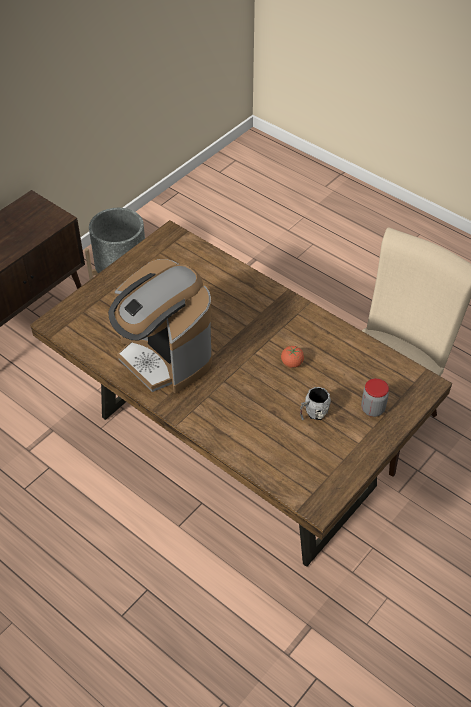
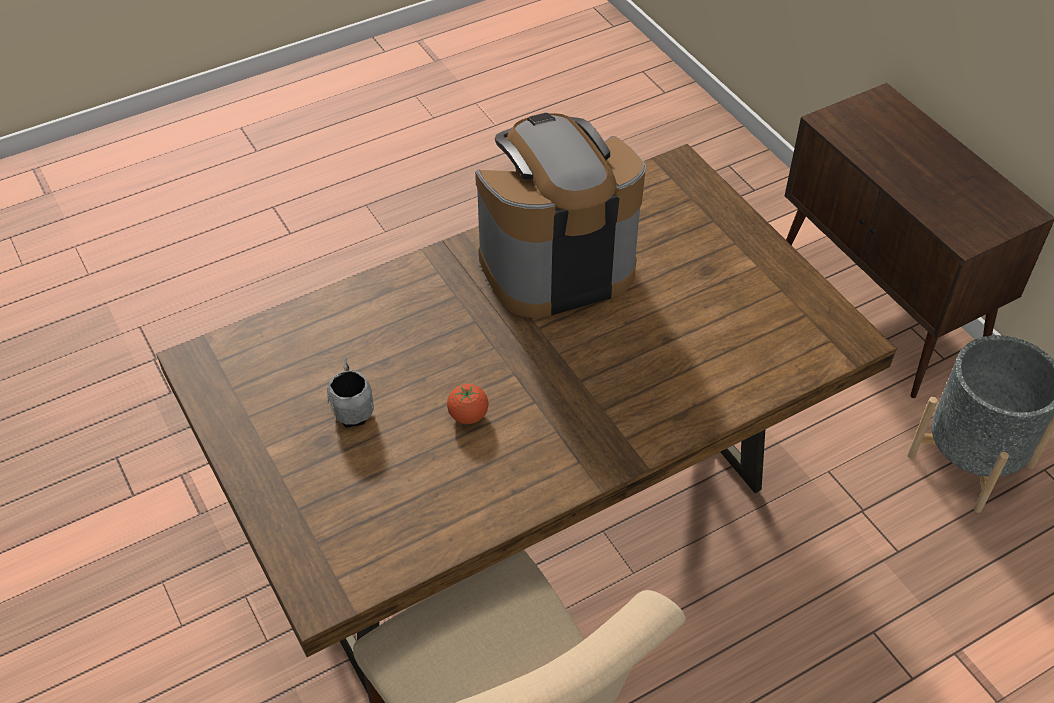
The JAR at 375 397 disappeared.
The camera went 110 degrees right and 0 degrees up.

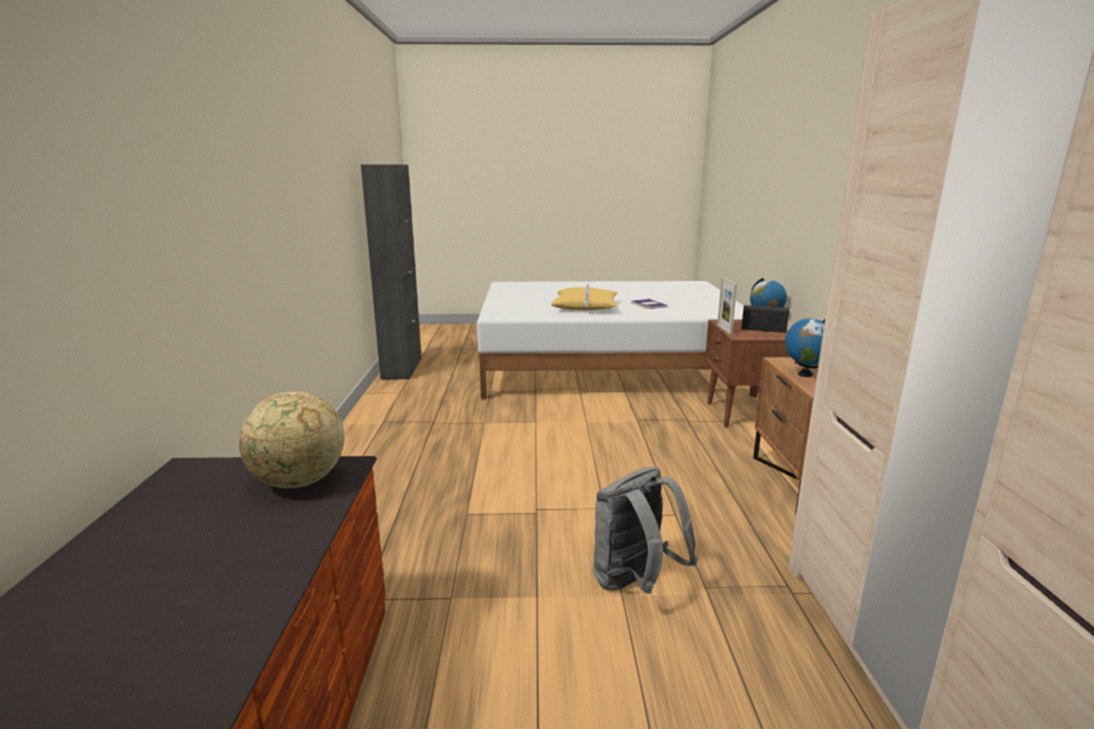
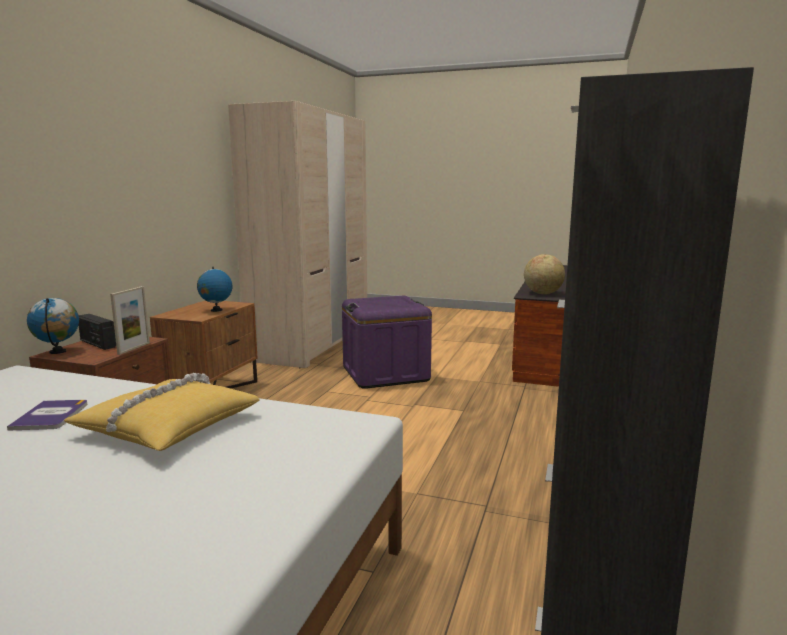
The GREY BACKPACK at 645 530 was replaced by the PURPLE STORAGE BOX at 387 342.
The camera went 160 degrees left and 5 degrees down.

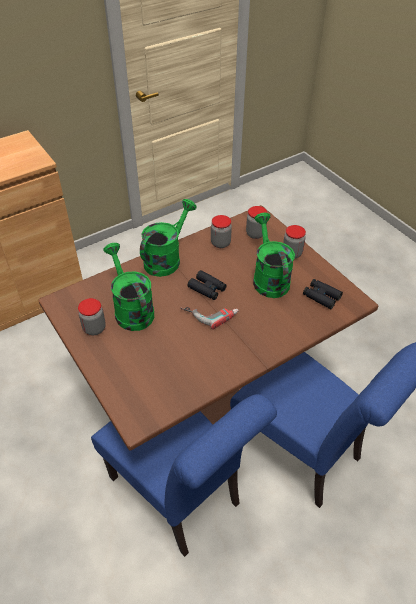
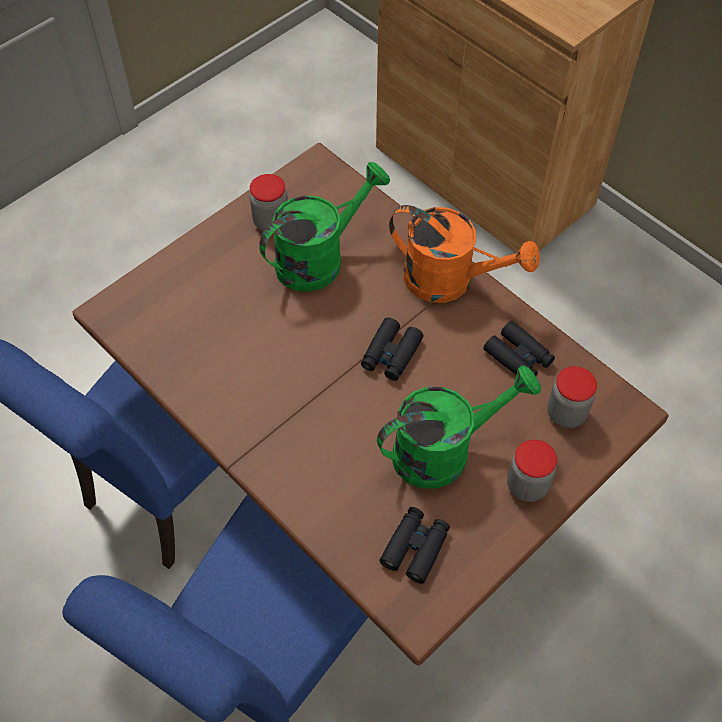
The GREEN WATERING CAN at 168 238 became the ORANGE WATERING CAN at 464 254.
The JAR at 221 231 was replaced by the BLACK BINOCULARS at 519 348.
The POWER DRILL at 209 318 disappeared.
The camera went 80 degrees right and 10 degrees up.

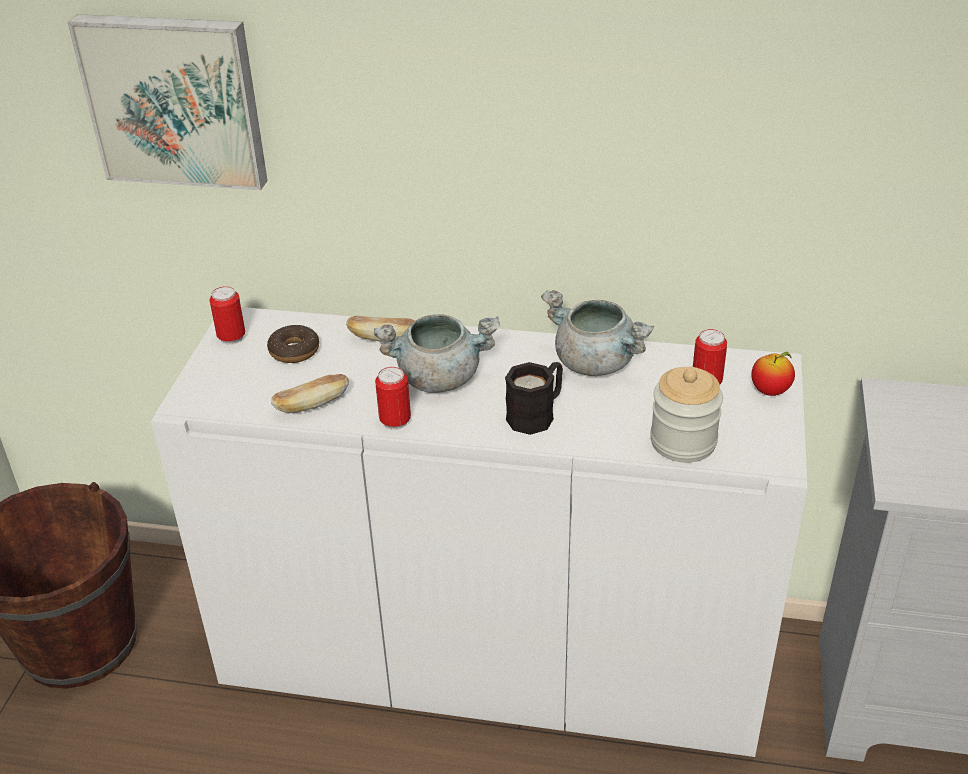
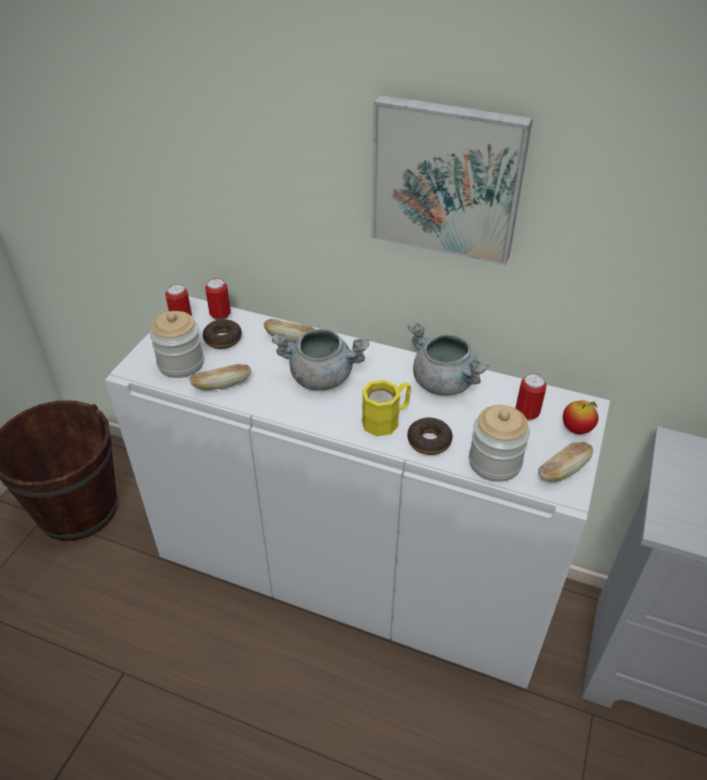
The JAR at 177 344 appeared.
The CAN moved from 393 398 to 218 299.
The BLACK MUG at 534 398 became the YELLOW MUG at 386 408.
The PICTURE moved from 168 102 to 452 180.
The DONUT at 430 436 appeared.
The BREAD at 565 462 appeared.
The camera went 10 degrees right and 5 degrees up.

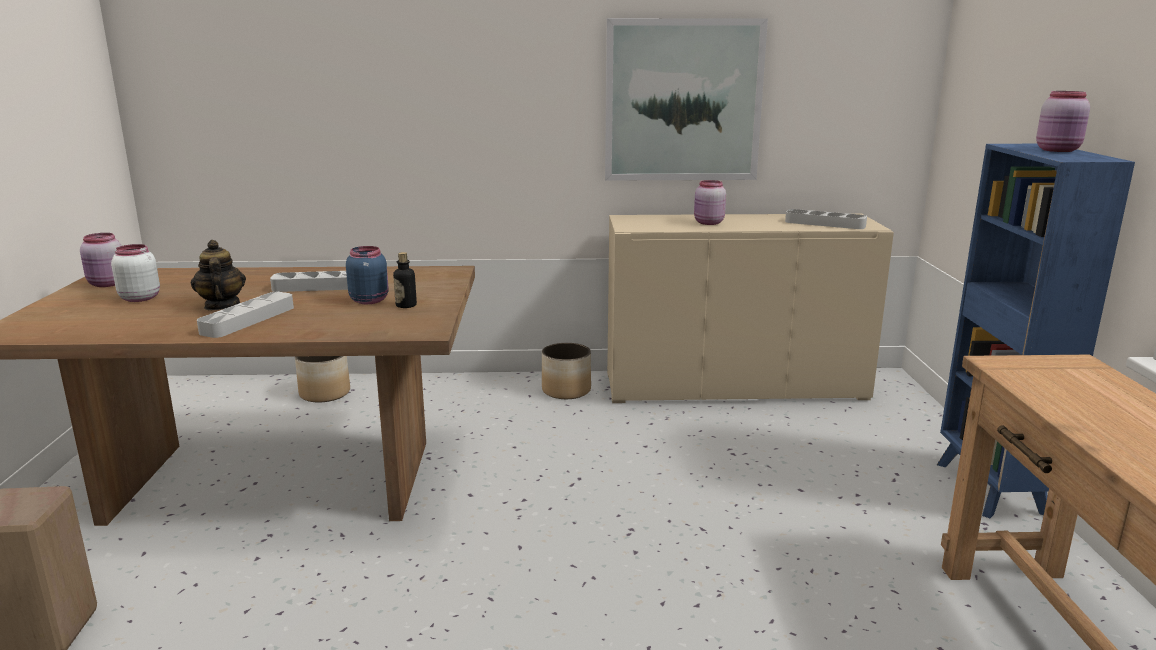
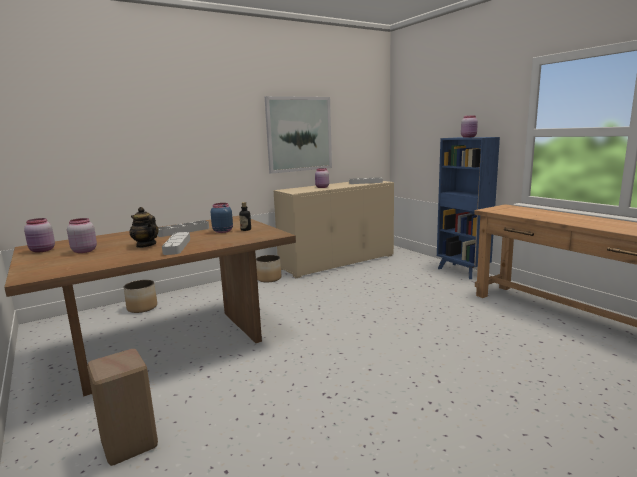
The WHITE JAR at 135 273 became the PINK JAR at 82 235.
The camera went 30 degrees left and 5 degrees down.

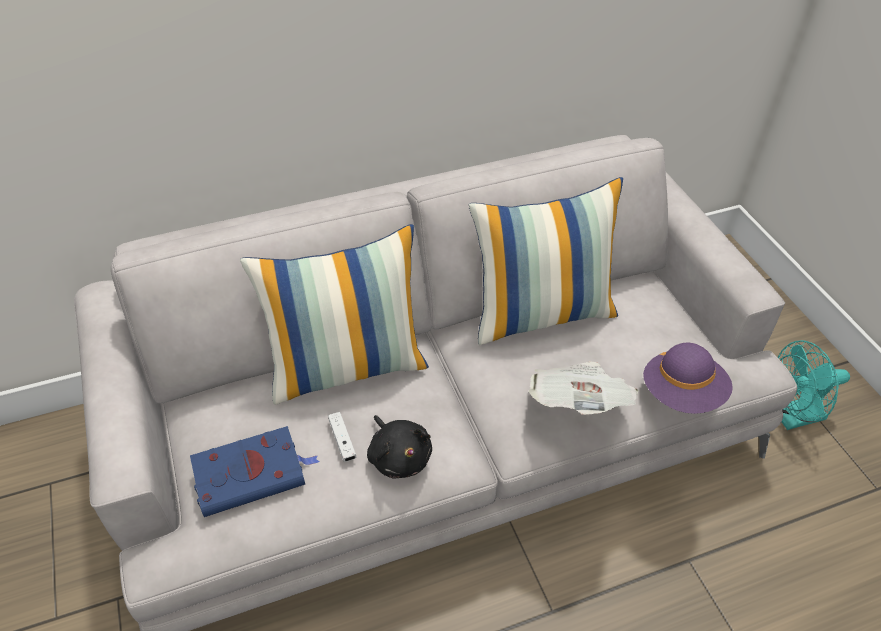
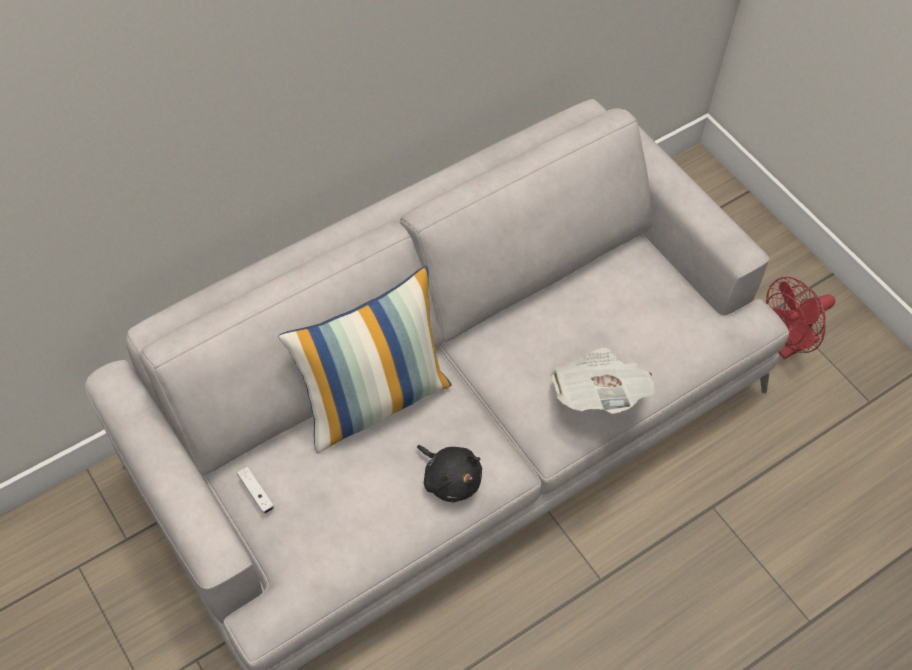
The WHITE GAME CONTROLLER moved from 342 437 to 255 490.
The TURQUOISE FAN at 814 385 became the RED FAN at 801 318.
The BLUE BOOK at 254 471 disappeared.
The PILLOW at 546 261 disappeared.
The PURPLE HAT at 688 378 disappeared.
The camera went 15 degrees left and 10 degrees up.

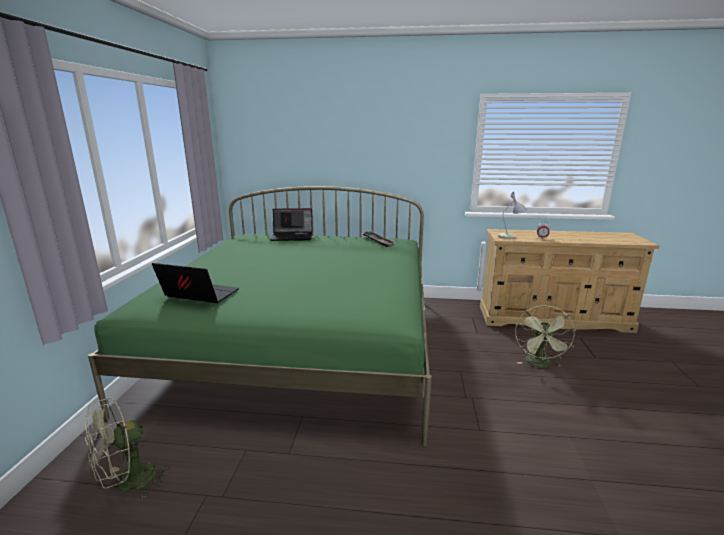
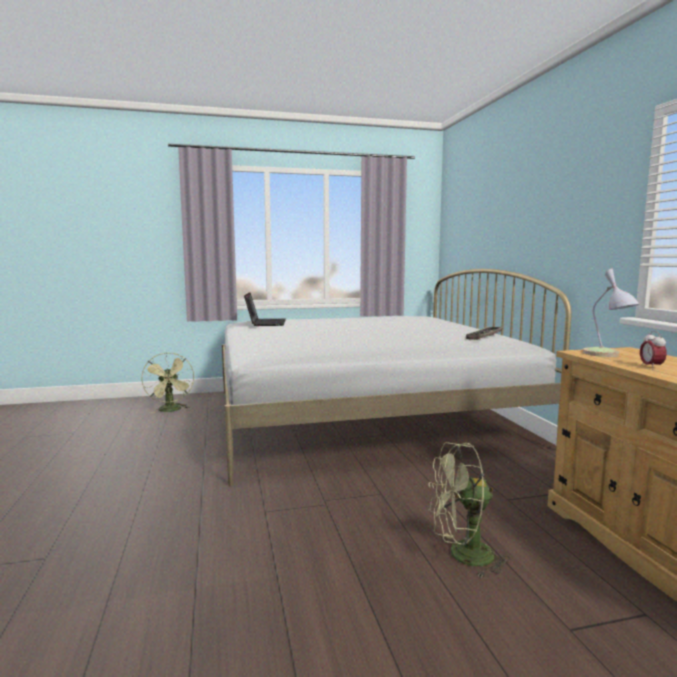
The GREEN FAN at 127 447 turned 135 degrees counterclockwise.
The GREEN BED at 260 316 became the WHITE BED at 396 377.
The LAPTOP at 291 224 disappeared.
The camera went 70 degrees right and 10 degrees down.

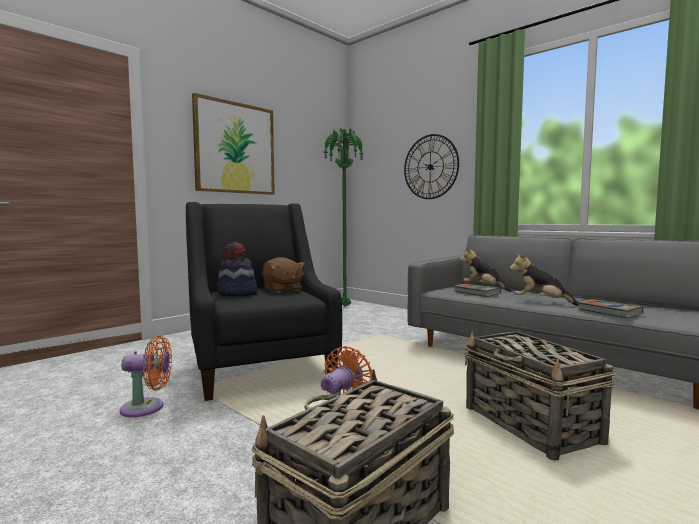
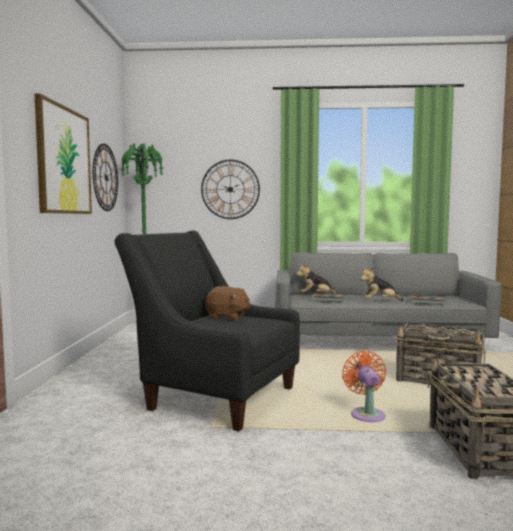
The WALL CLOCK at 105 177 appeared.
The ORANGE FAN at 146 376 disappeared.
The HAT at 237 269 disappeared.
The camera went 40 degrees left and 0 degrees up.

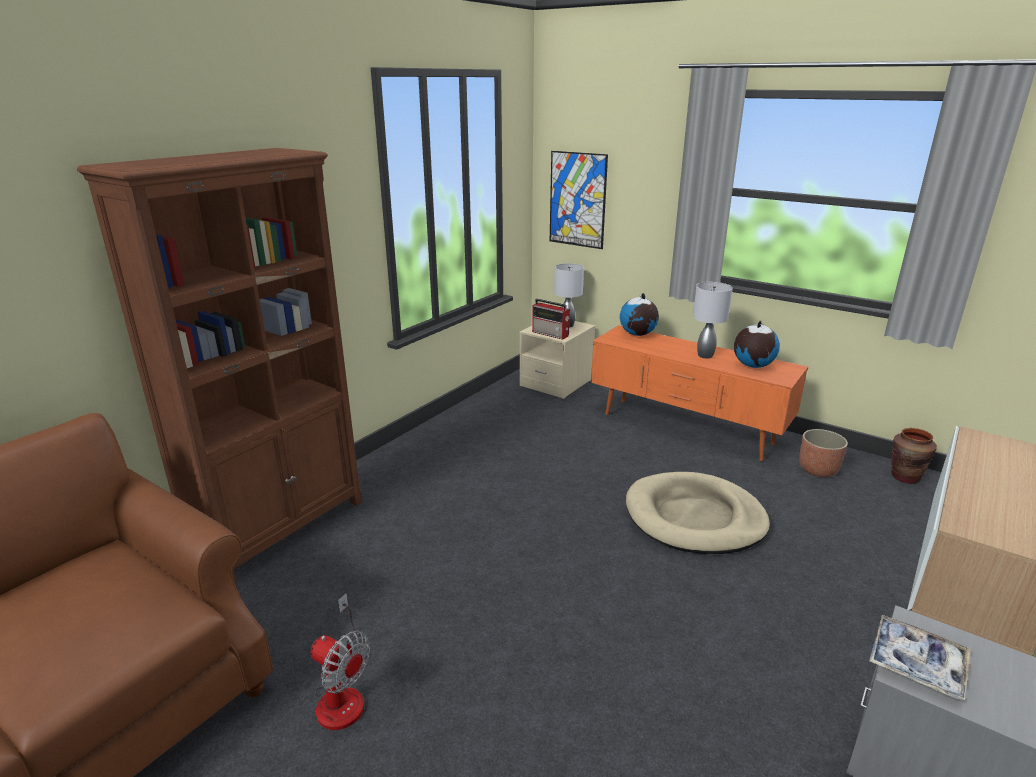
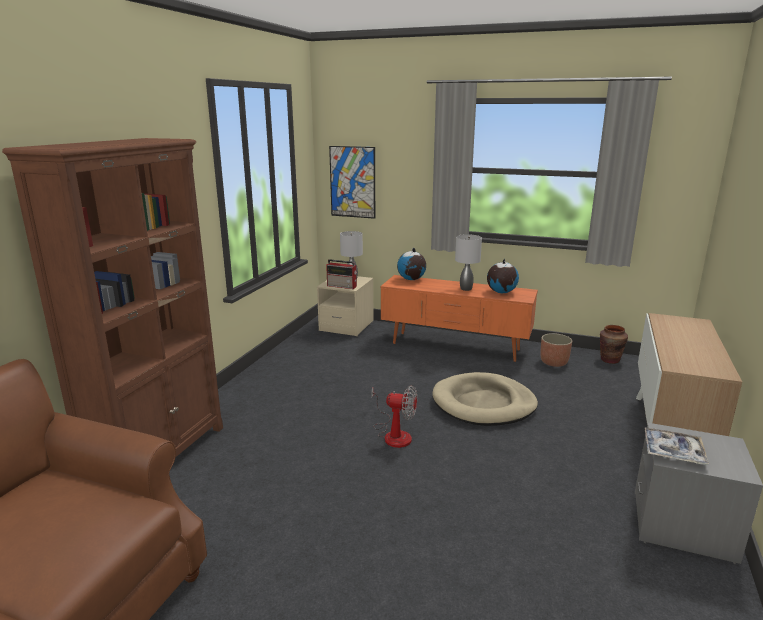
The FAN moved from 340 662 to 394 416.
The camera went 15 degrees left and 5 degrees down.

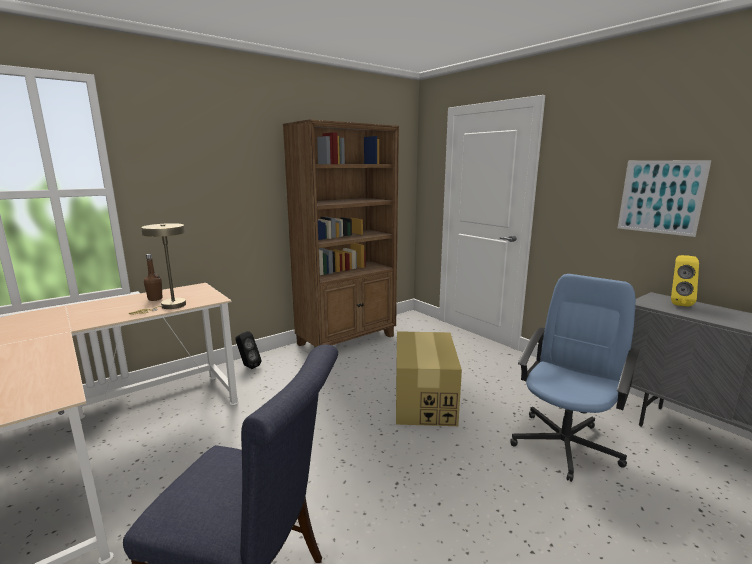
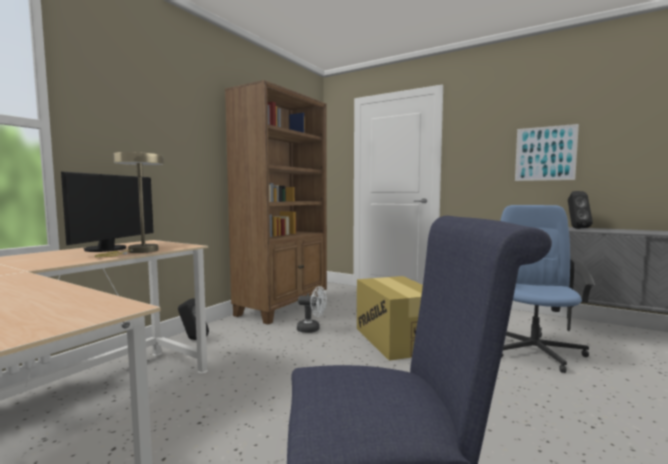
The BROWN BOTTLE at 153 277 was replaced by the MONITOR at 107 211.
The WHITE FAN at 312 309 appeared.
The YELLOW SPEAKER at 685 281 became the BLACK SPEAKER at 580 210.
The camera went 20 degrees left and 10 degrees down.

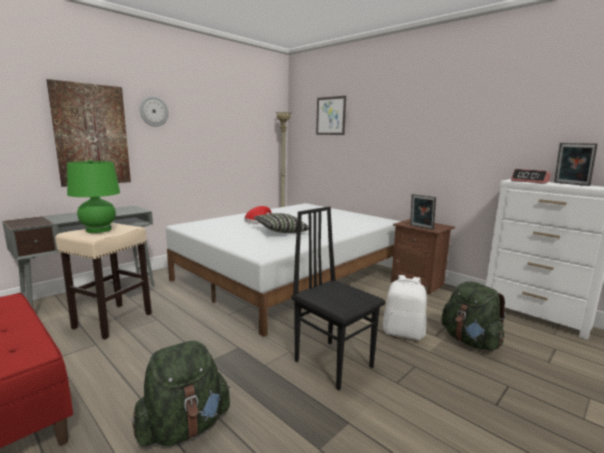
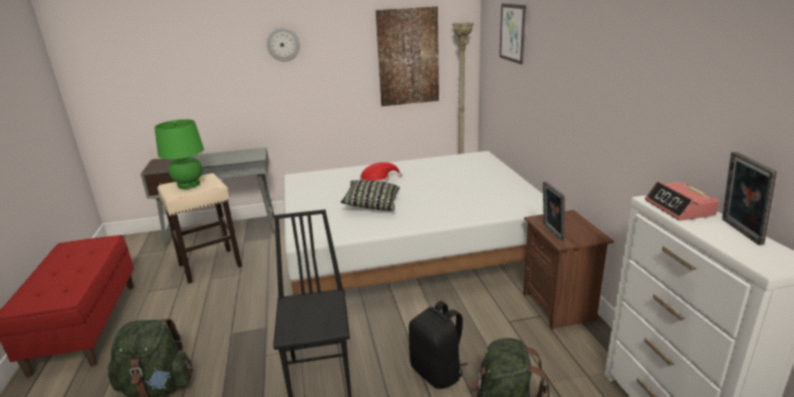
The PICTURE moved from 88 133 to 407 56.
The WHITE BACKPACK at 405 307 became the BLACK BACKPACK at 438 345.
The camera went 35 degrees right and 10 degrees up.

